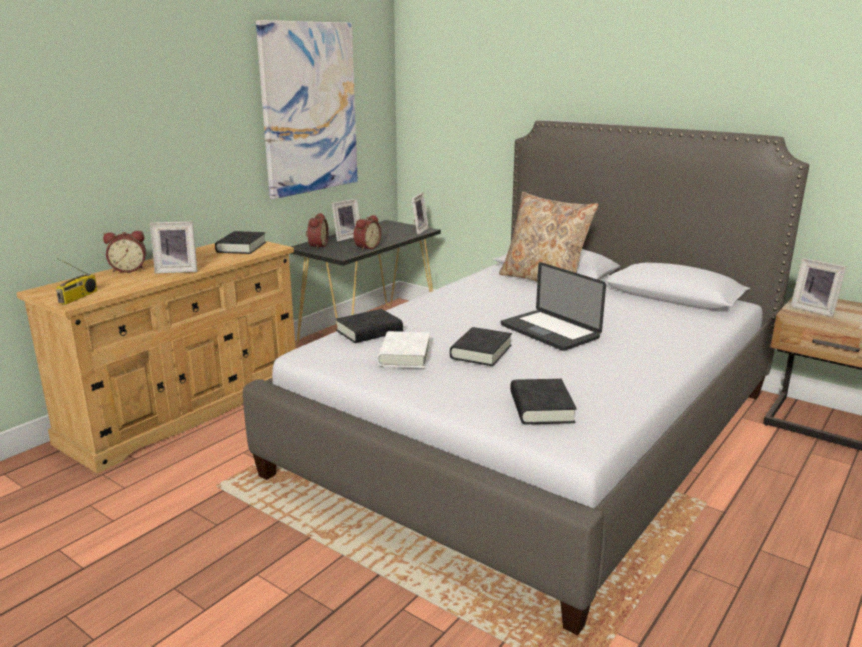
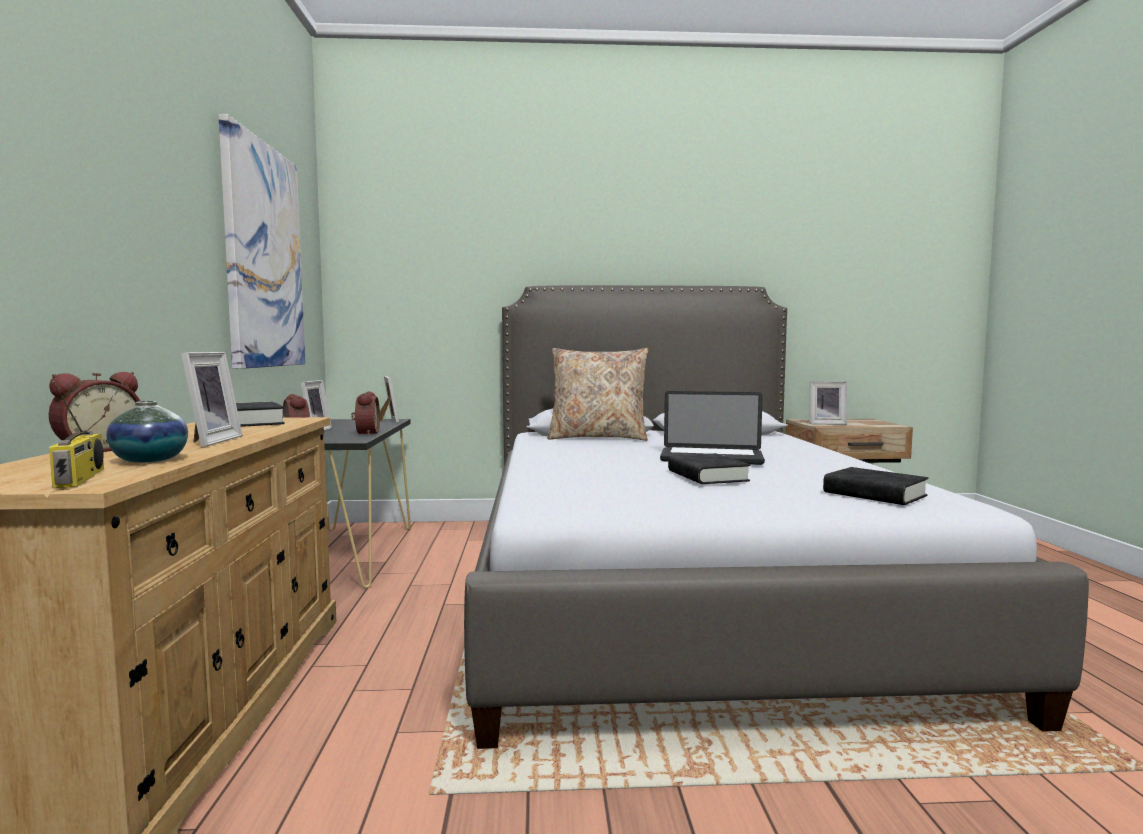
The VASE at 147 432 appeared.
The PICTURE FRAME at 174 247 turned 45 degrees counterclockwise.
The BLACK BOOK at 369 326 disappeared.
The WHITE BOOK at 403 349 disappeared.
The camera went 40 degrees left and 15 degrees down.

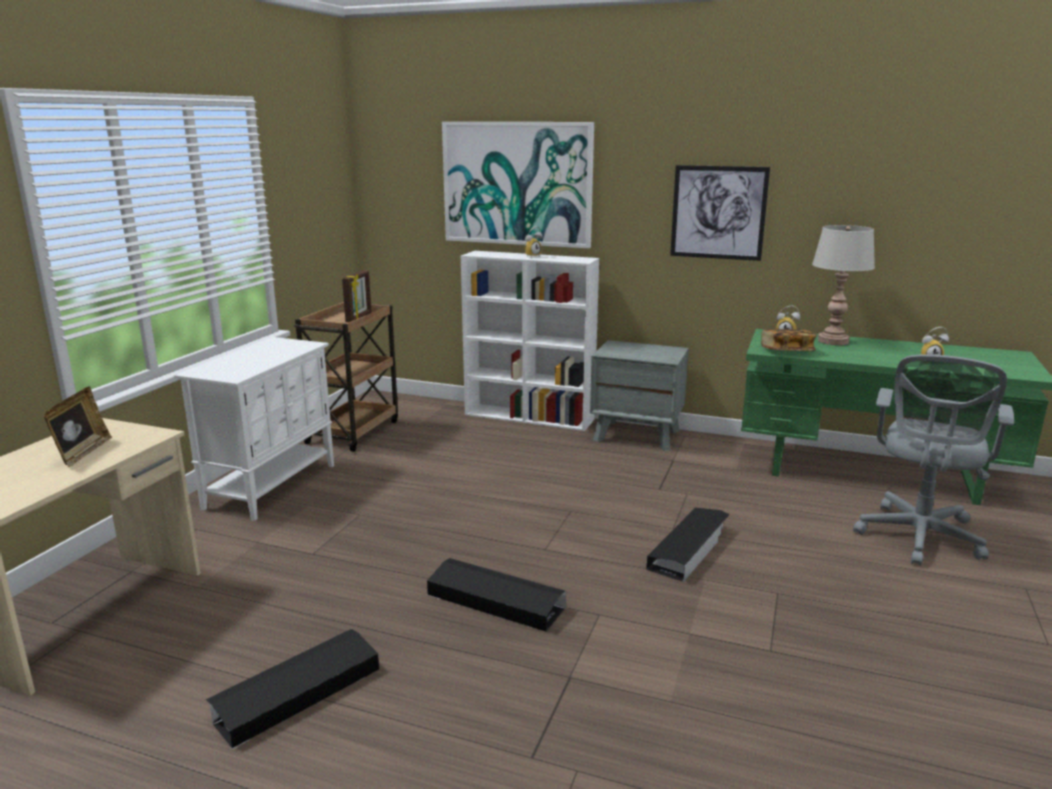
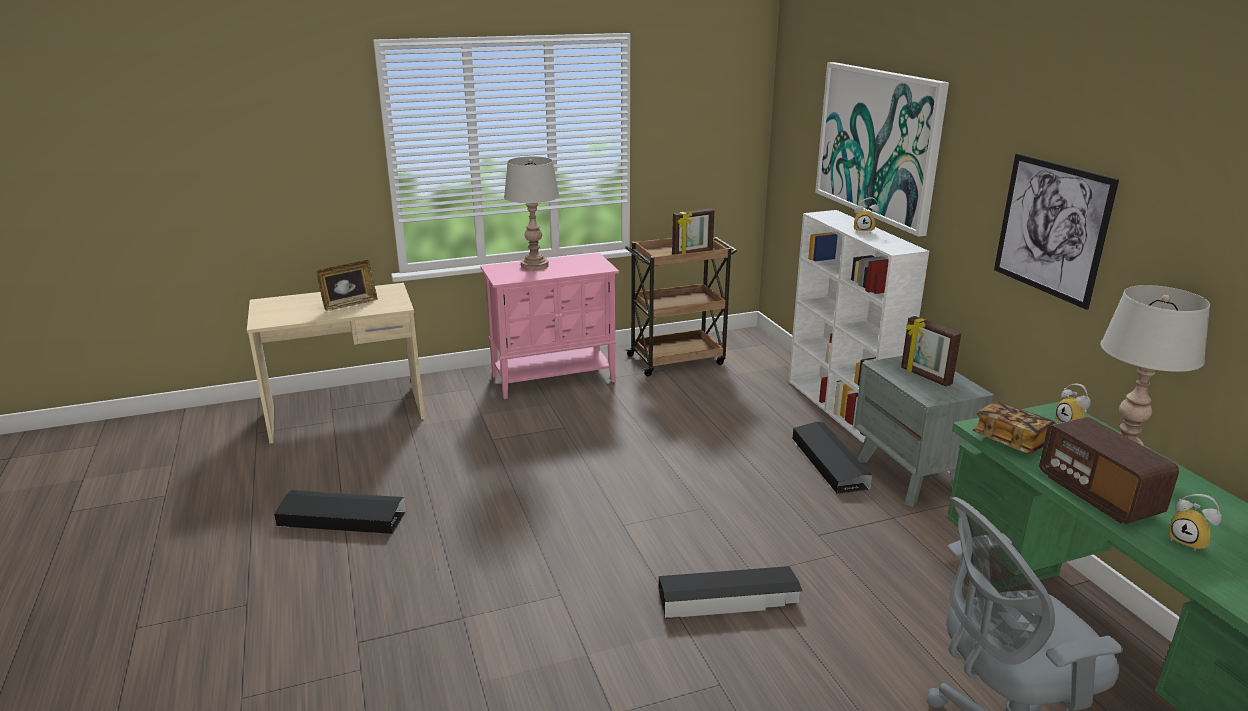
The WHITE CABINET at 254 429 became the PINK CABINET at 549 326.
The GREY TABLE LAMP at 531 213 appeared.
The BLACK STORAGE BOX moved from 496 594 to 832 458.
The PICTURE FRAME at 931 351 appeared.
The RADIO at 1109 470 appeared.
The camera went 50 degrees right and 5 degrees up.

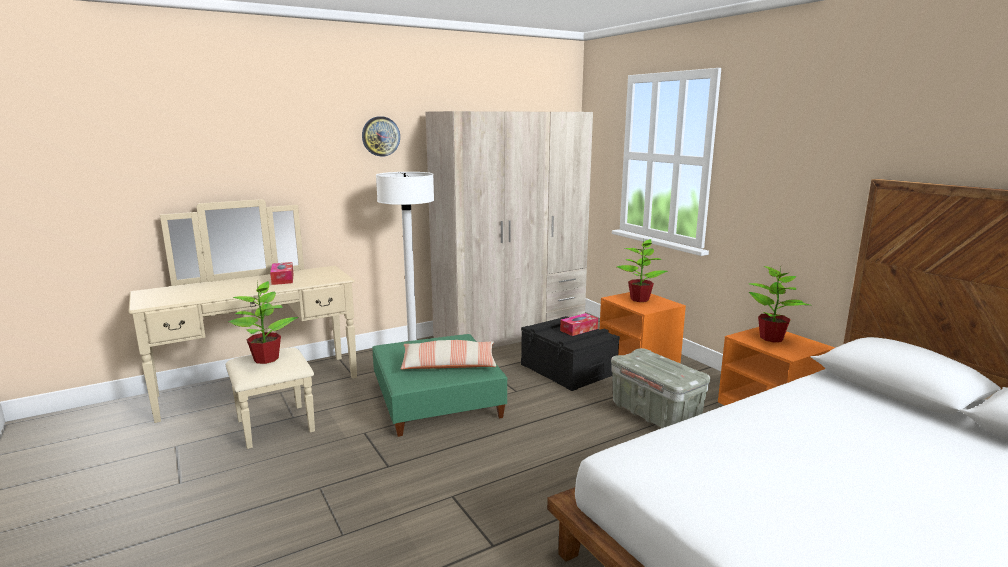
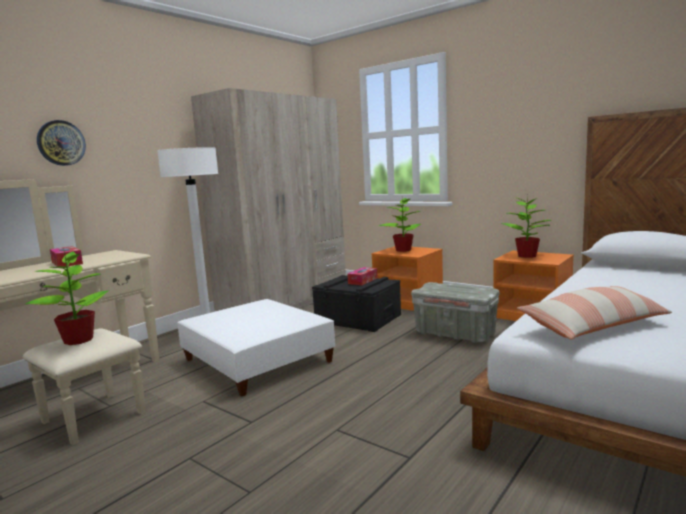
The WALL CLOCK moved from 381 136 to 61 143.
The GREEN OTTOMAN at 440 385 became the WHITE OTTOMAN at 256 348.
The PILLOW moved from 448 354 to 594 313.
The camera went 20 degrees left and 5 degrees down.

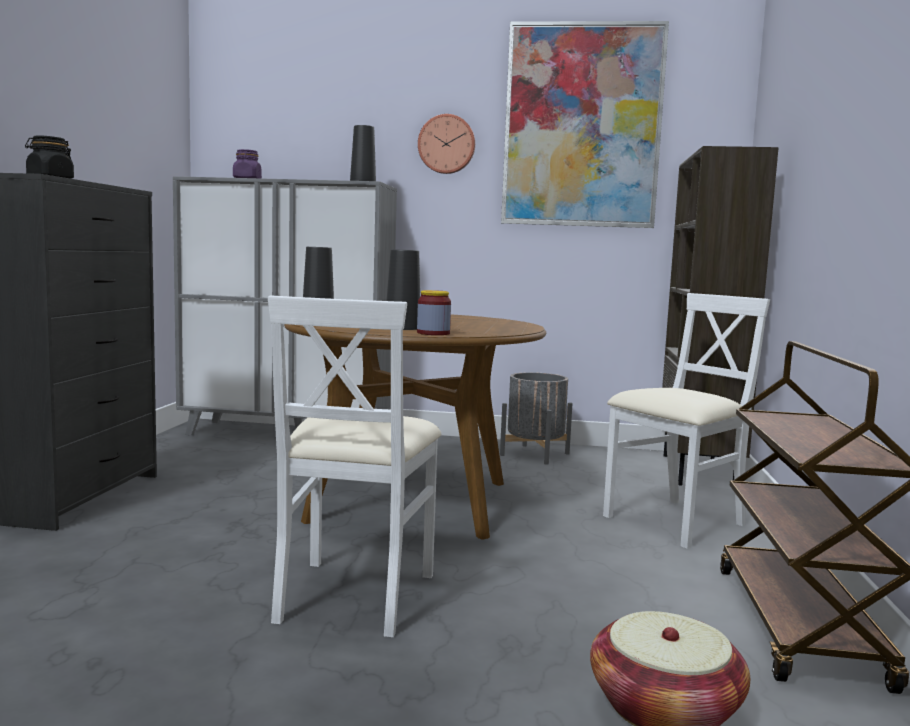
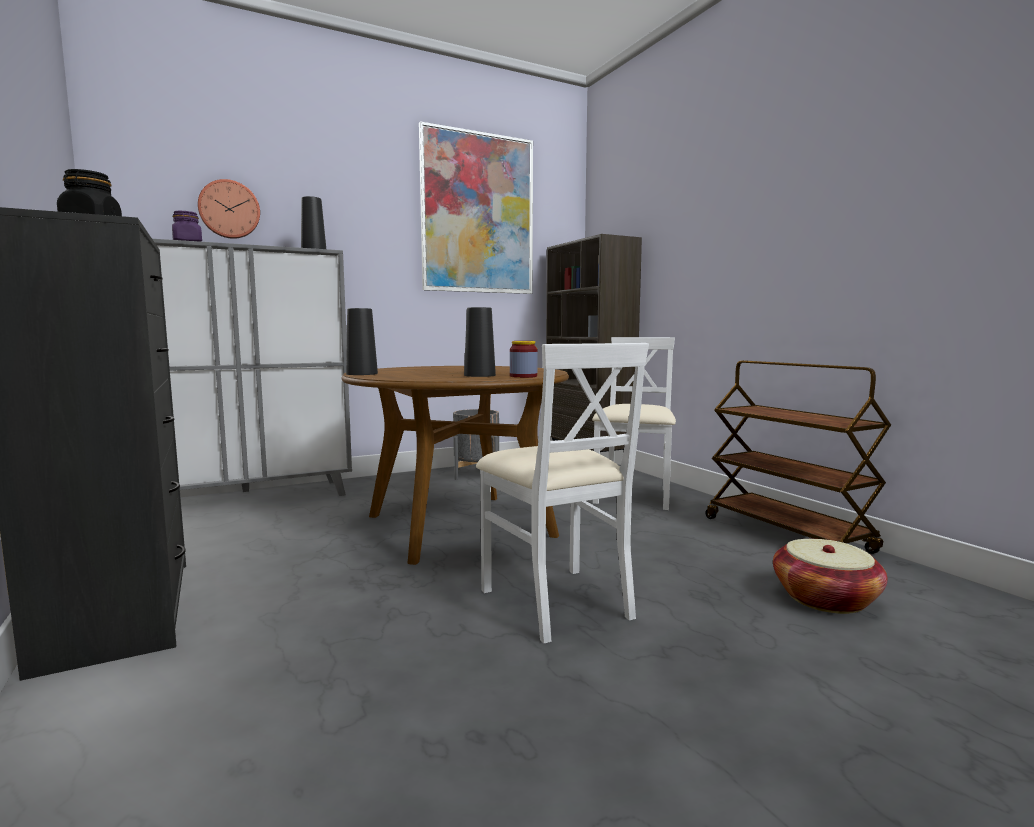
The WALL CLOCK moved from 446 144 to 229 209.
The camera went 35 degrees left and 0 degrees up.

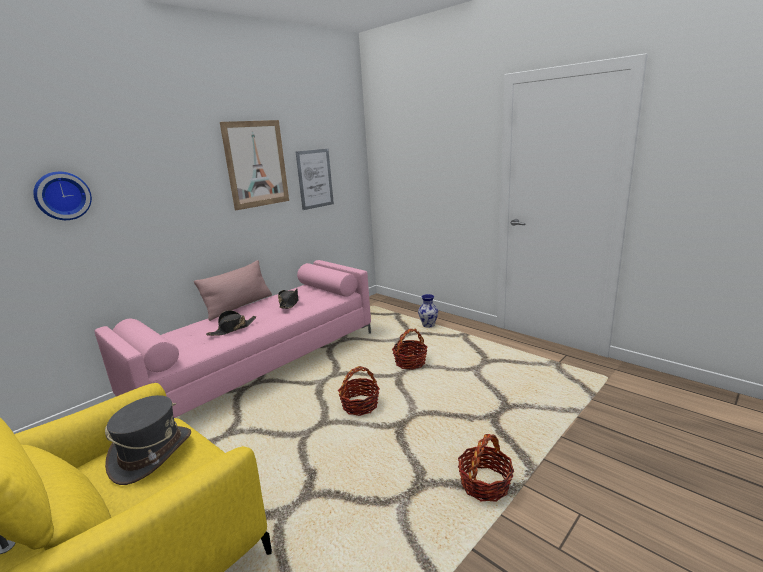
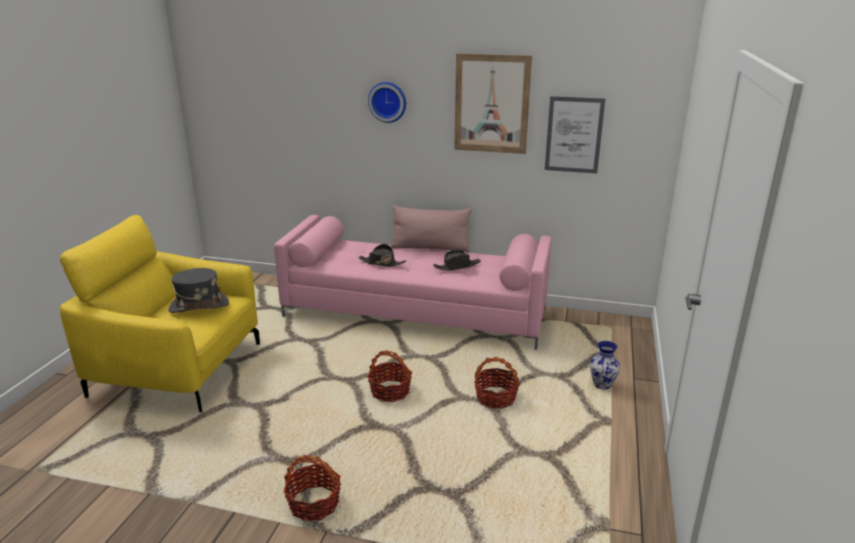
The WALL CLOCK moved from 62 196 to 387 102.
The camera went 60 degrees right and 5 degrees up.

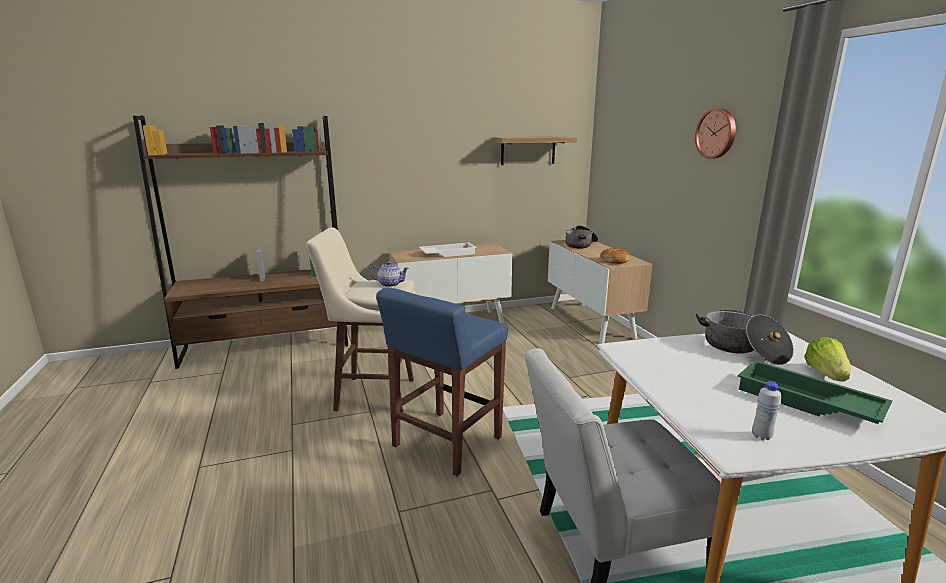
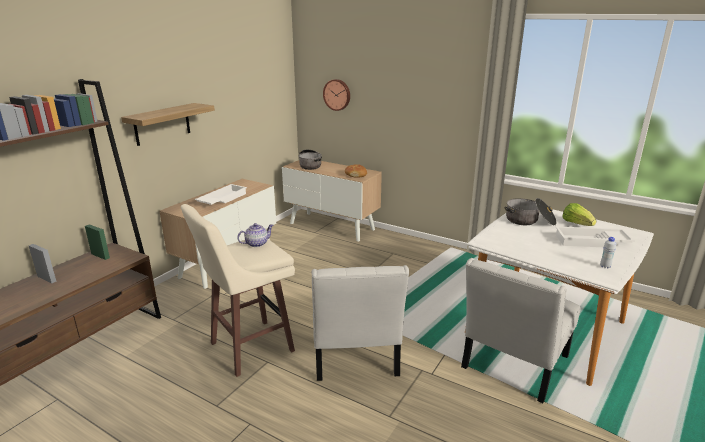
The SHELF moved from 534 150 to 168 124.
The BLUE STOOL at 442 381 was replaced by the WHITE CHAIR at 360 323.
The WALL CLOCK moved from 715 133 to 336 95.
The GREEN TRAY at 815 392 became the WHITE TRAY at 595 236.
The camera went 40 degrees left and 5 degrees up.

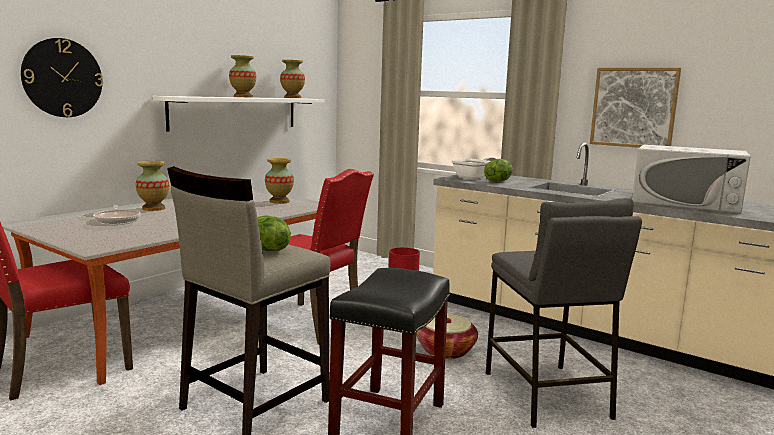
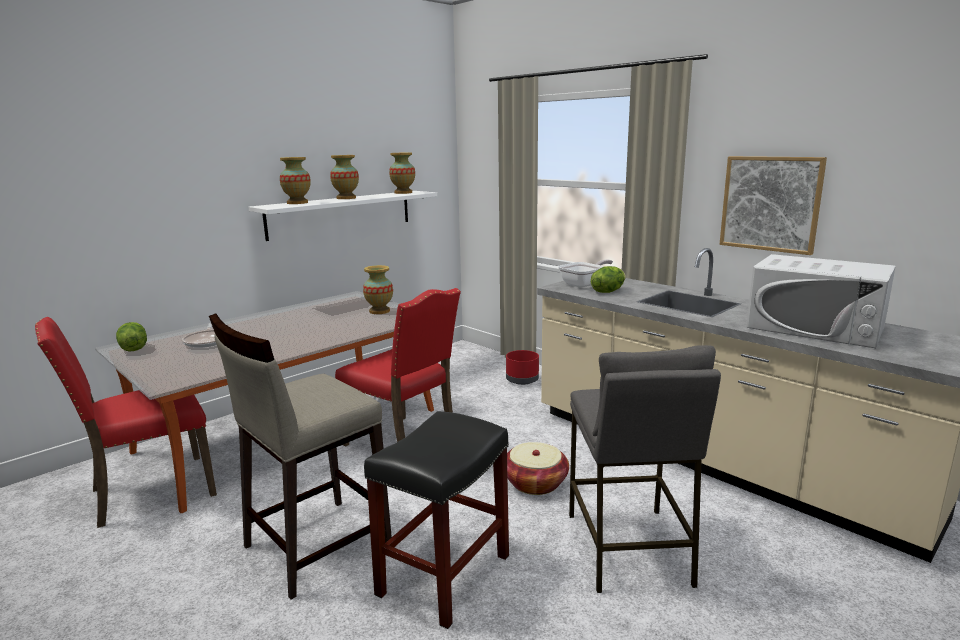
The LETTUCE moved from 274 233 to 131 337.
The VASE moved from 152 186 to 295 180.
The WALL CLOCK at 62 77 disappeared.
The camera went 10 degrees right and 5 degrees up.

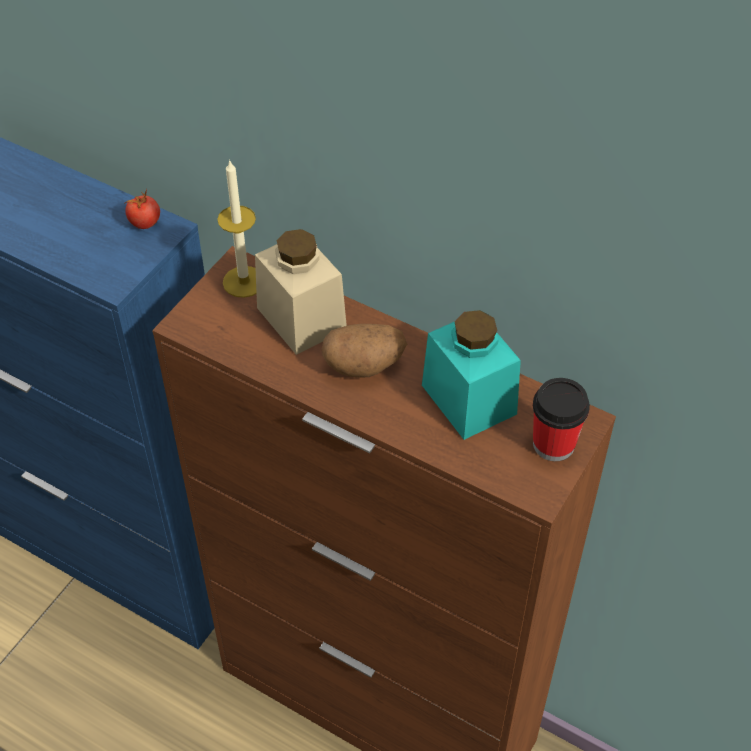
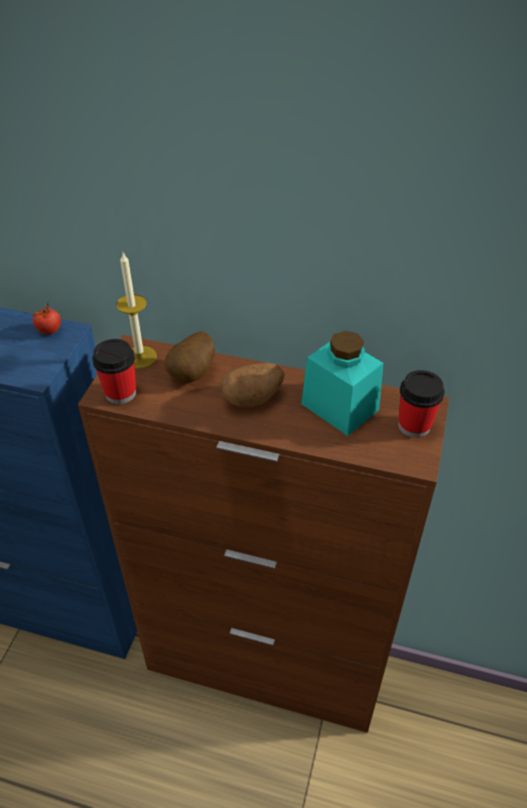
The CUP at 114 371 appeared.
The BEIGE JAR at 301 292 was replaced by the POTATO at 190 357.
The camera went 15 degrees left and 5 degrees down.

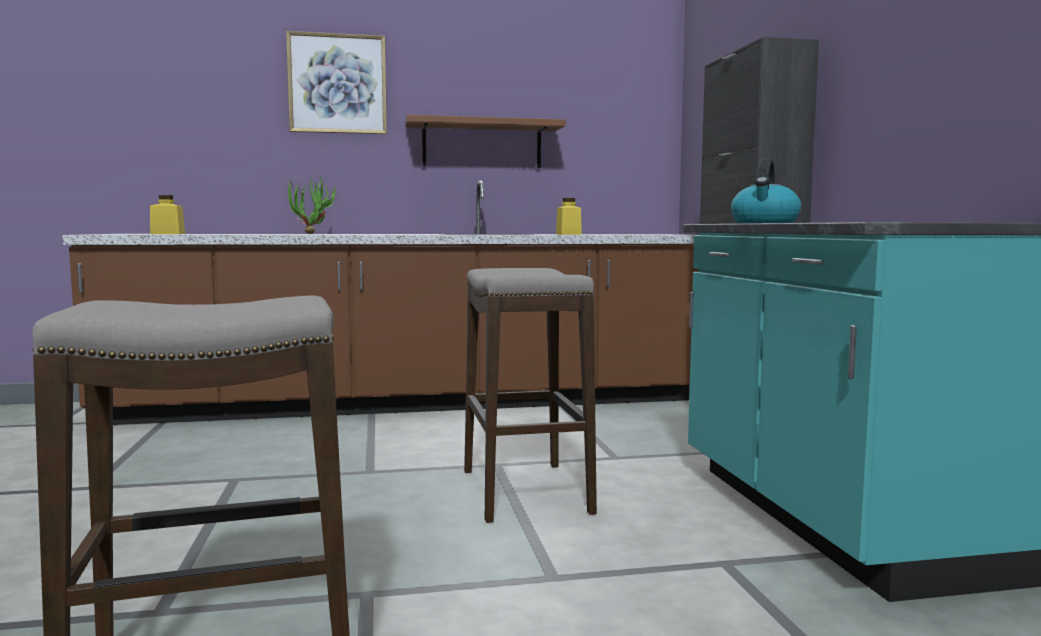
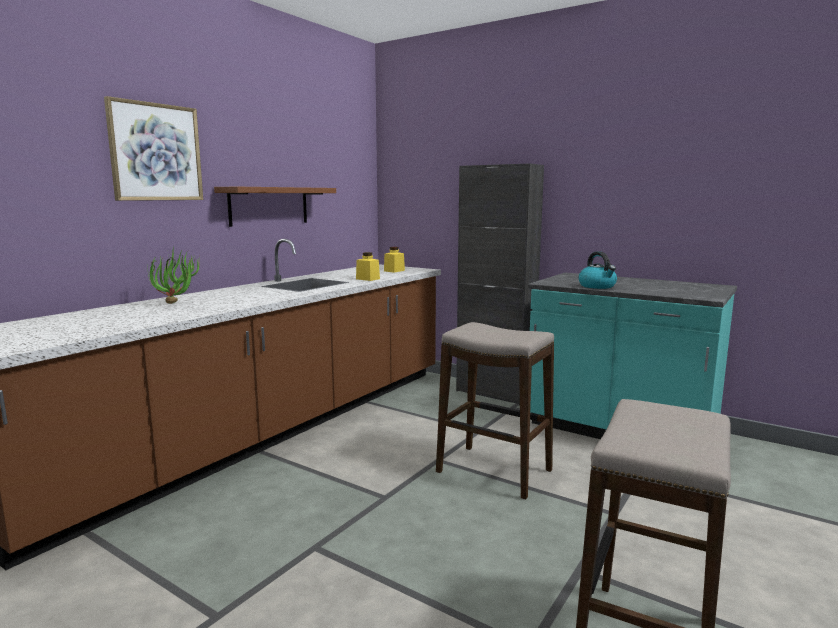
The YELLOW JAR moved from 167 214 to 394 260.
The camera went 45 degrees left and 5 degrees up.

